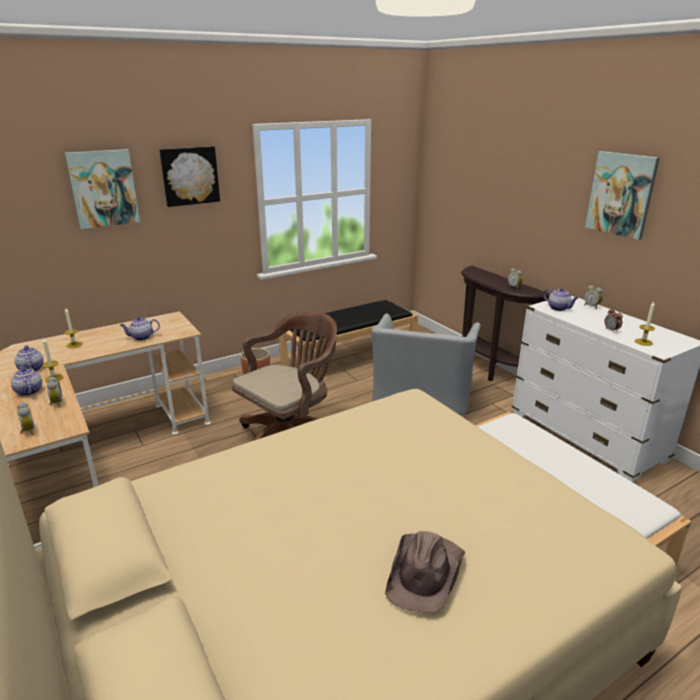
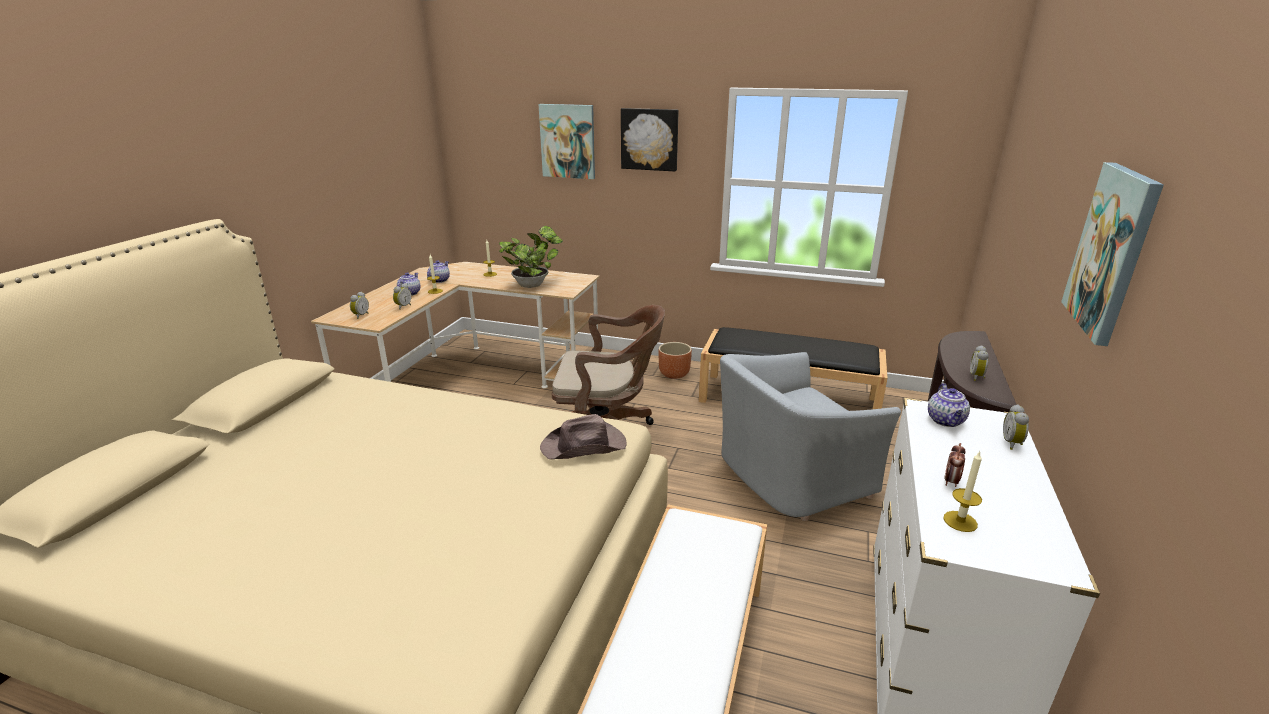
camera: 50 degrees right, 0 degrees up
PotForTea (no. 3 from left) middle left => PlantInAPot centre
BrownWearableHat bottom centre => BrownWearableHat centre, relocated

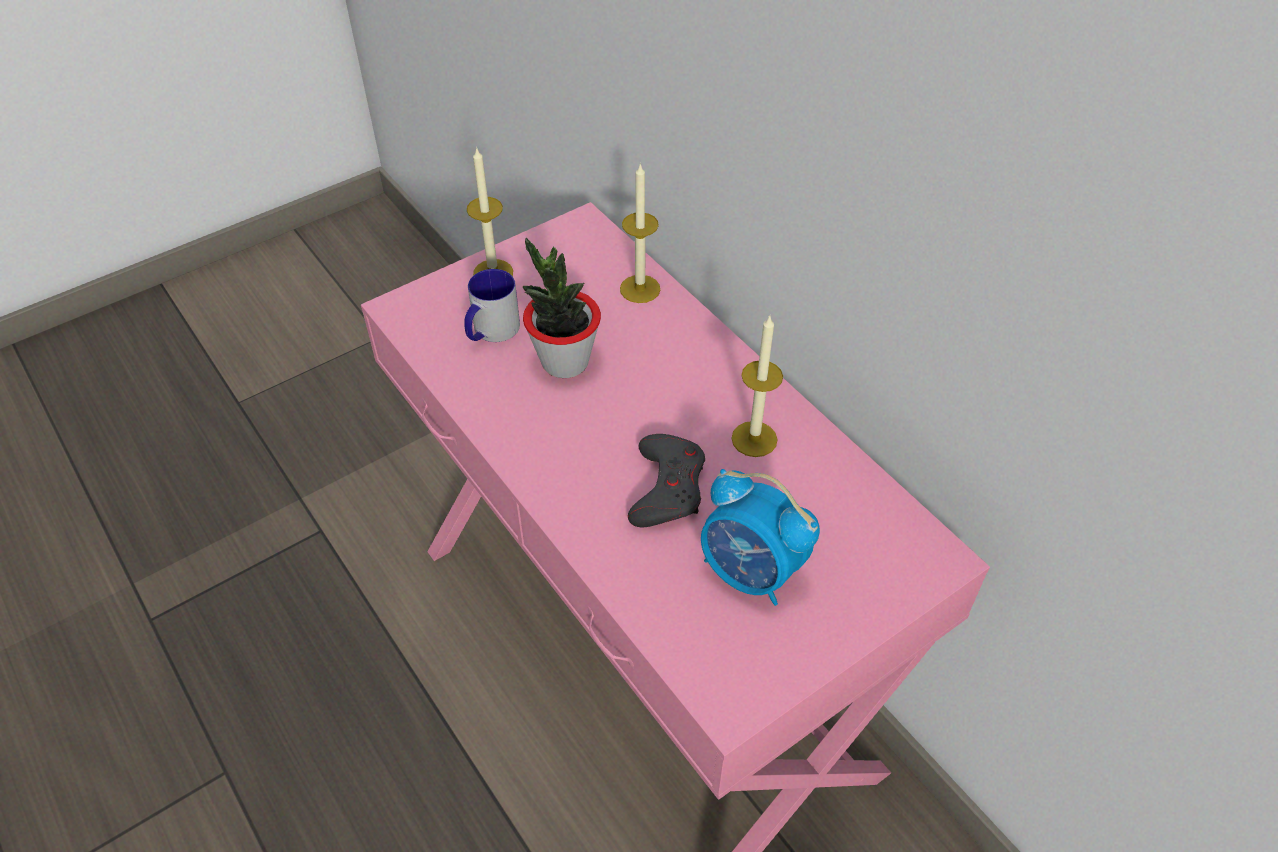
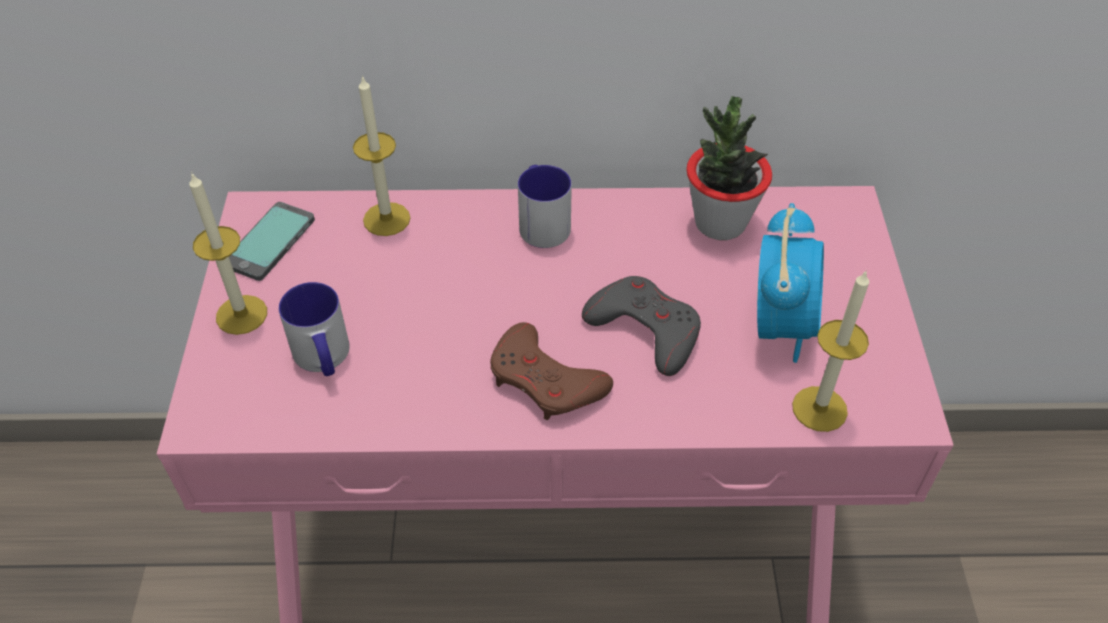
camera: 55 degrees left, 0 degrees up
PlantInAPot centre => PlantInAPot top centre, relocated
WaxCandle (no. 3 from left) centre => WaxCandle (no. 3 from left) middle right, relocated
AlarmClock centre => AlarmClock middle right, 60 degrees counterclockwise
nothing => CoffeeMug (no. 2 from left) top centre
nothing => Handset middle left
nothing => BrownJoypad centre

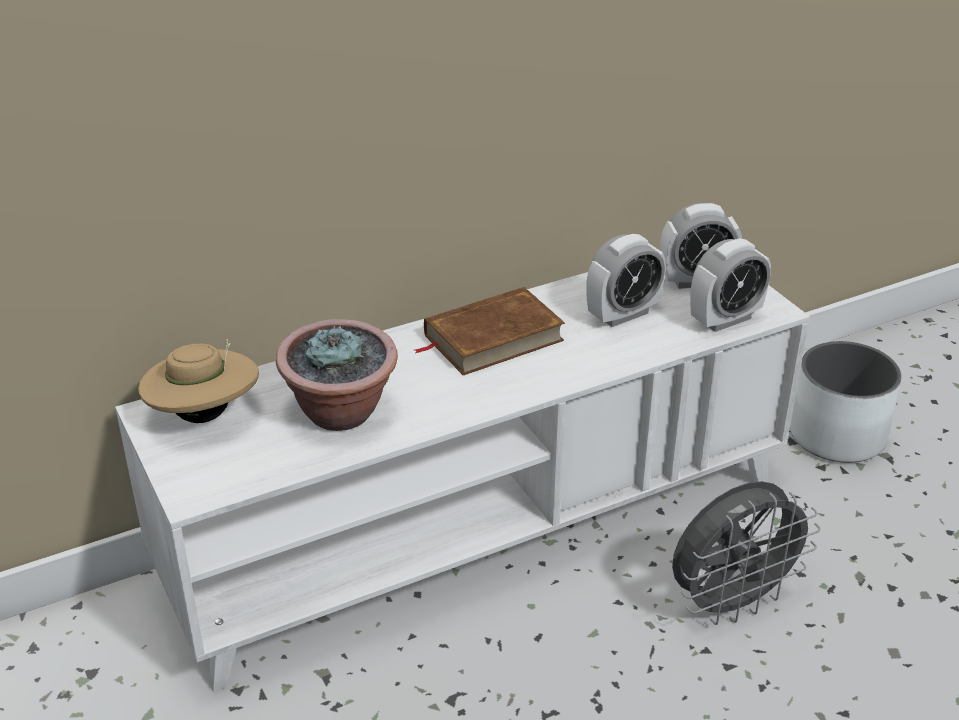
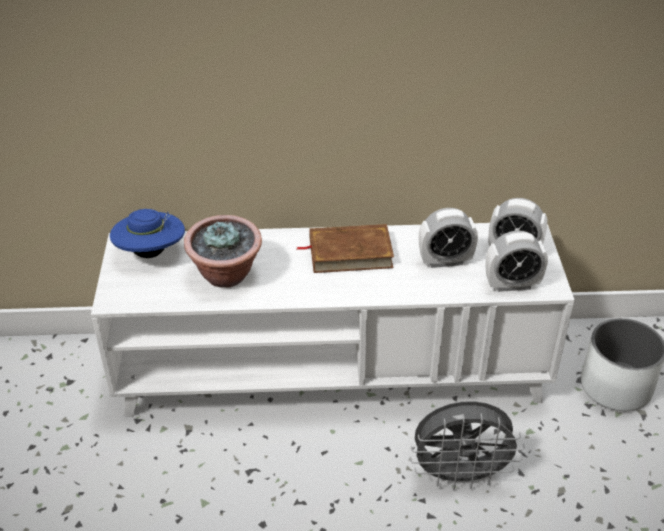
camera: 25 degrees right, 5 degrees up
BeigeColouredWearableHat middle left => BluishWearableHat middle left

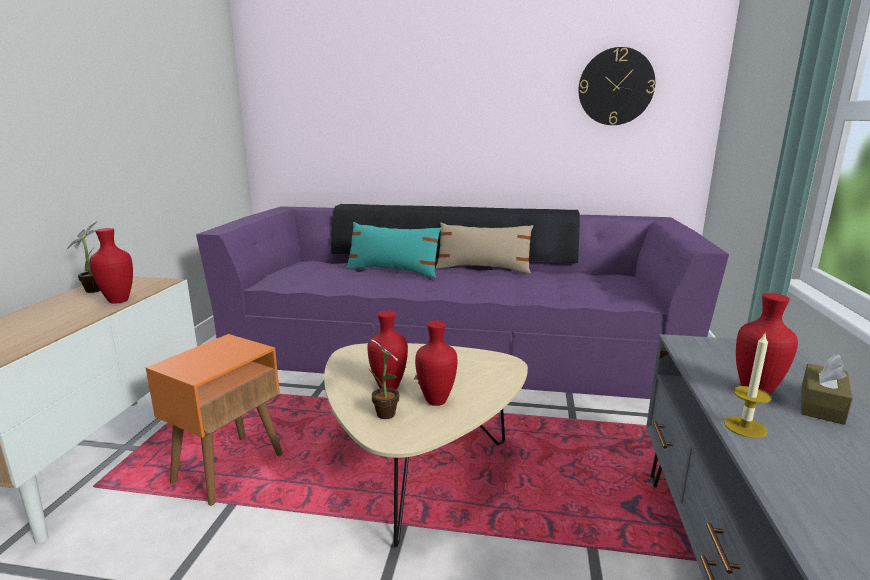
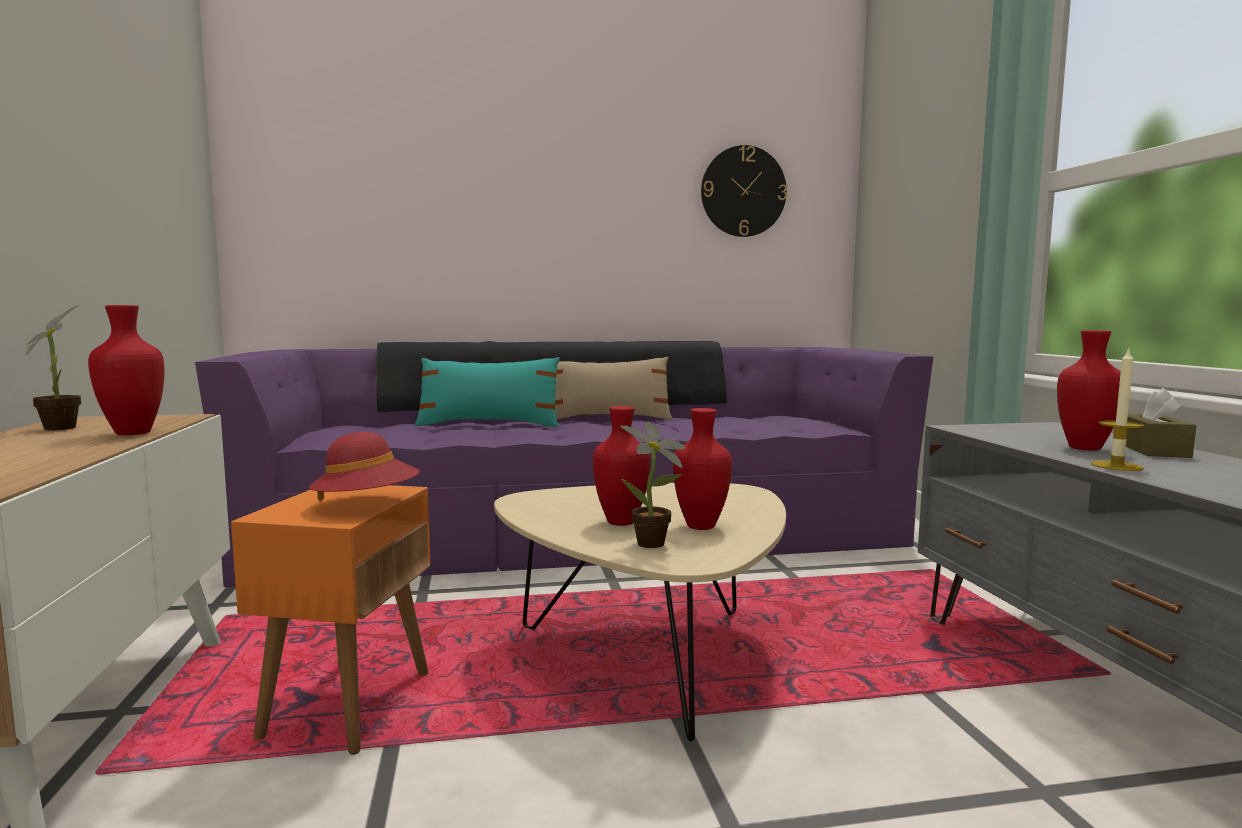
camera: 20 degrees left, 10 degrees down
nothing => RedWearableHat middle left

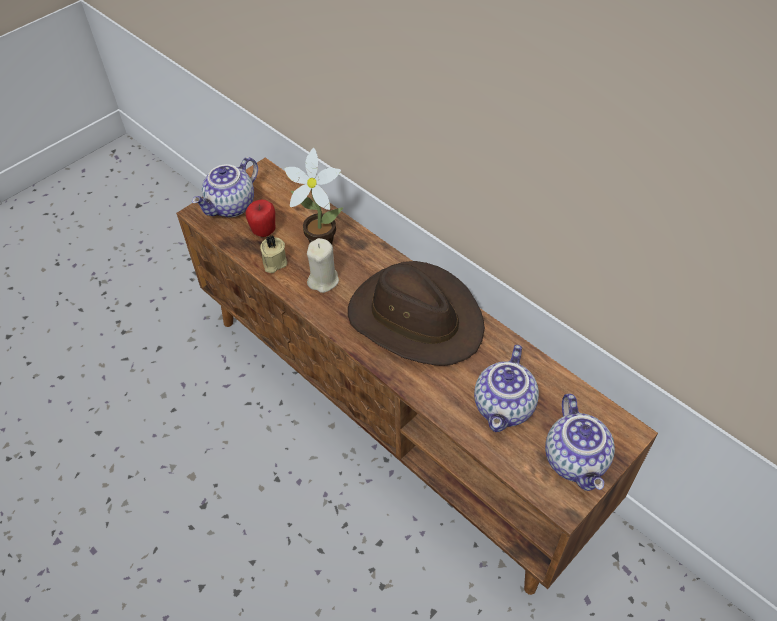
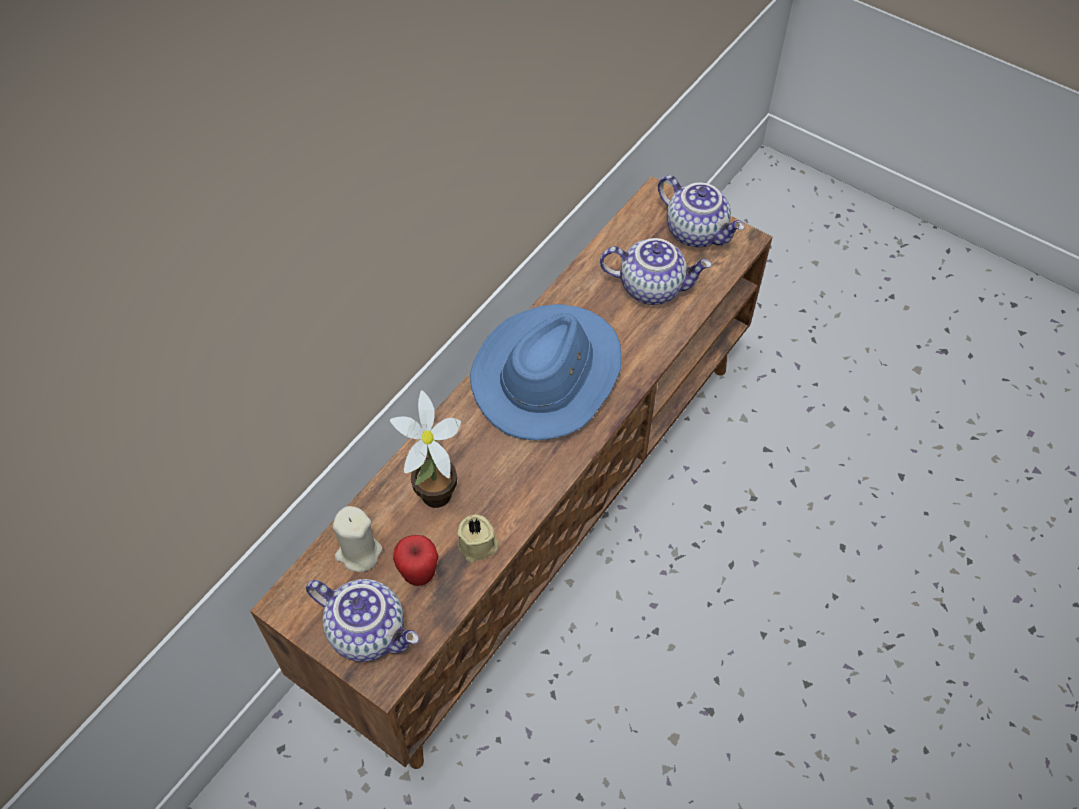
camera: 100 degrees left, 5 degrees up
BeigeColouredWaxCandle (no. 2 from left in the first image) centre => BeigeColouredWaxCandle (no. 1 from left) middle left, relocated
BrownWearableHat centre => BluishWearableHat centre
PotForTea (no. 3 from left) bottom right => PotForTea (no. 3 from left) top centre, 60 degrees clockwise

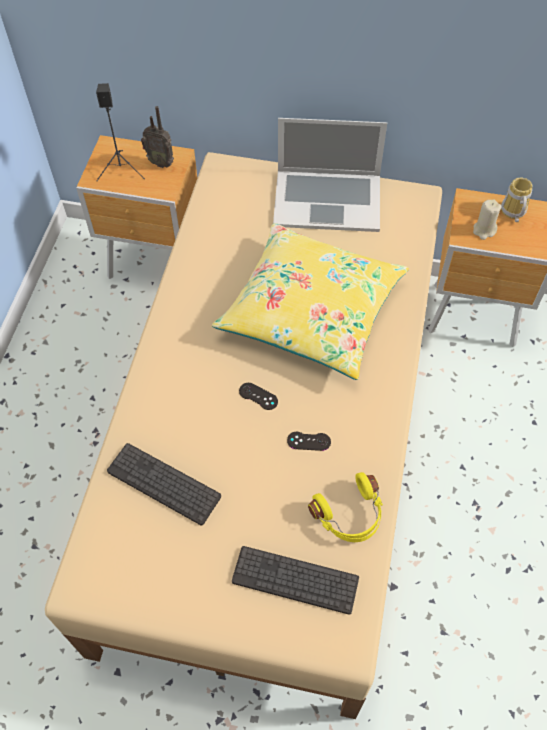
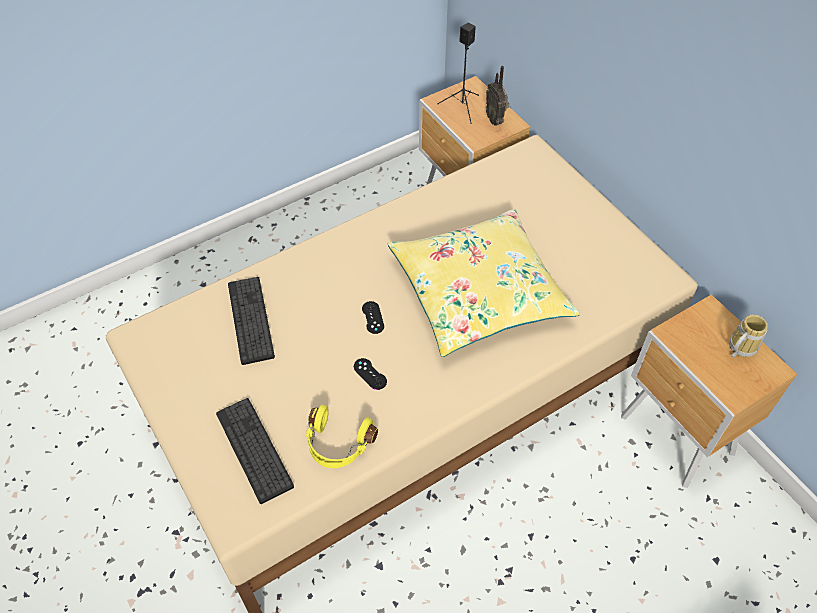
camera: 45 degrees right, 5 degrees down
NotebookComputer top centre => nothing
BeigeColouredWaxCandle top right => nothing

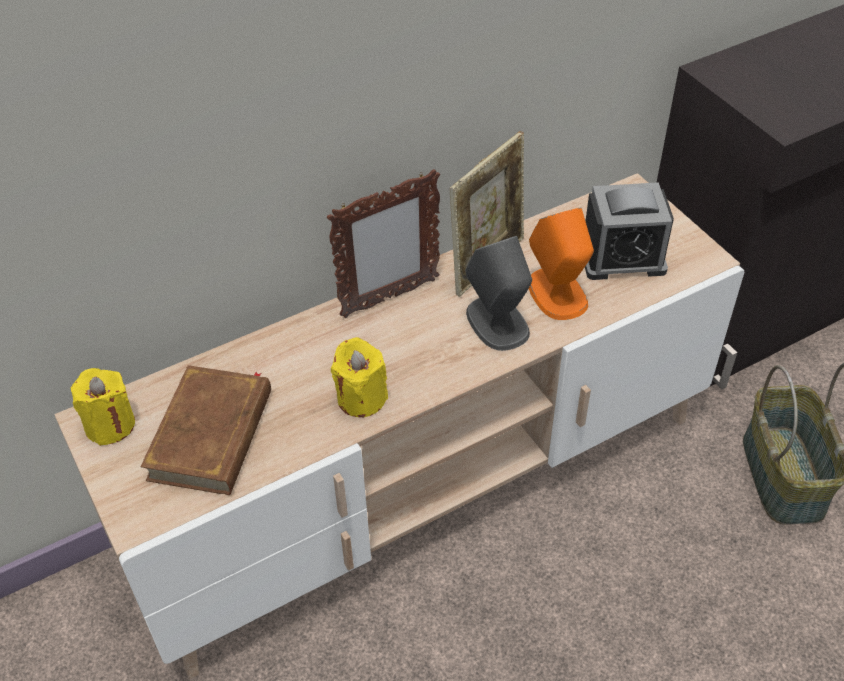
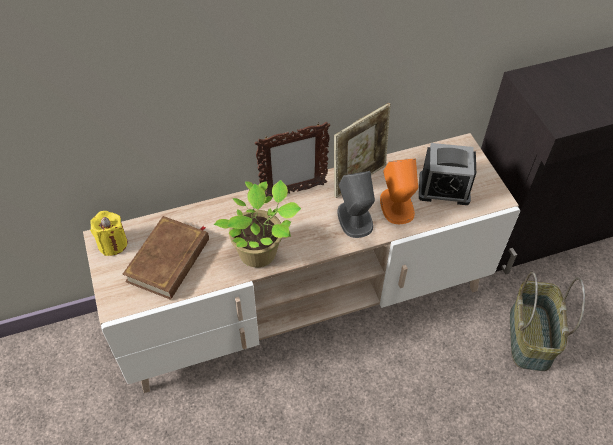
camera: 10 degrees right, 5 degrees up
YellowColouredWaxCandle (no. 2 from left) centre => PlantInAPot centre

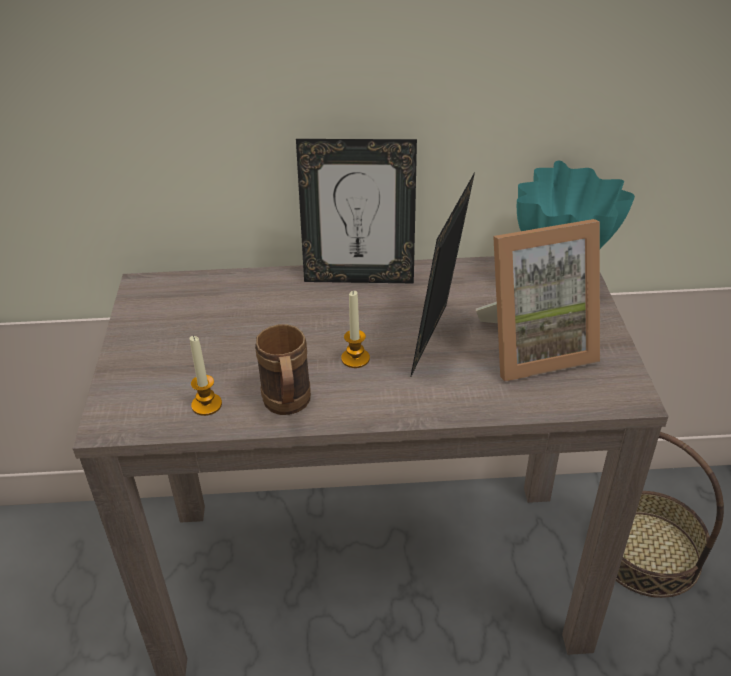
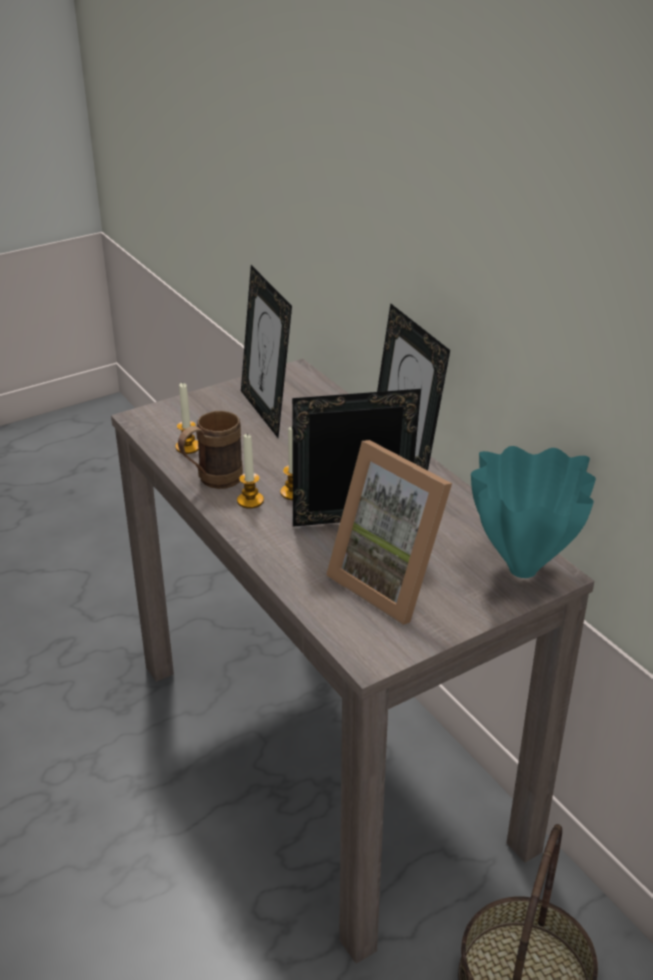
camera: 60 degrees right, 5 degrees down
nothing => PhotoFrame (no. 1 from left) centre
nothing => WaxCandle (no. 2 from left) centre

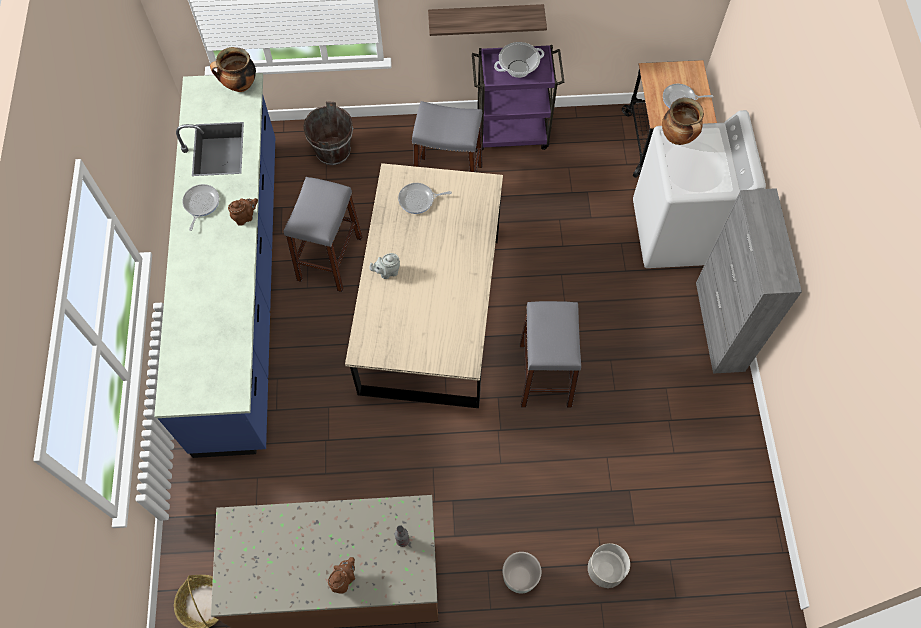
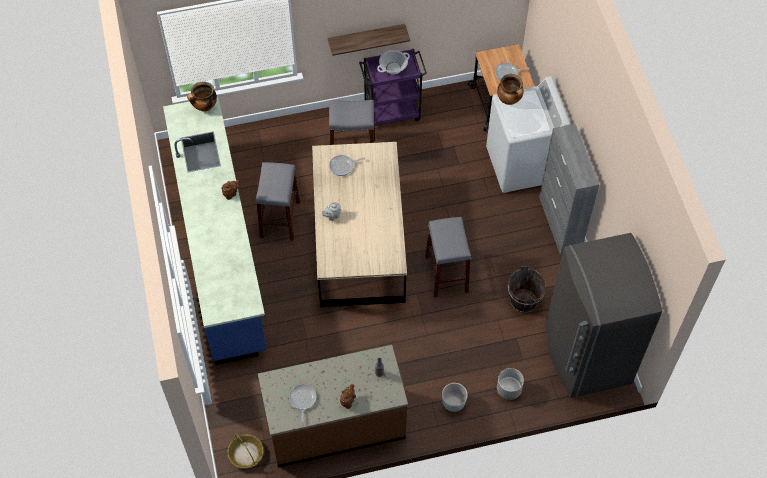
camera: 10 degrees left, 5 degrees down
BrownPail top centre => BrownPail middle right, relocated
Skillet (no. 1 from left) top left => Skillet (no. 1 from left) bottom centre, relocated
nothing => GrayRefrigerator middle right

